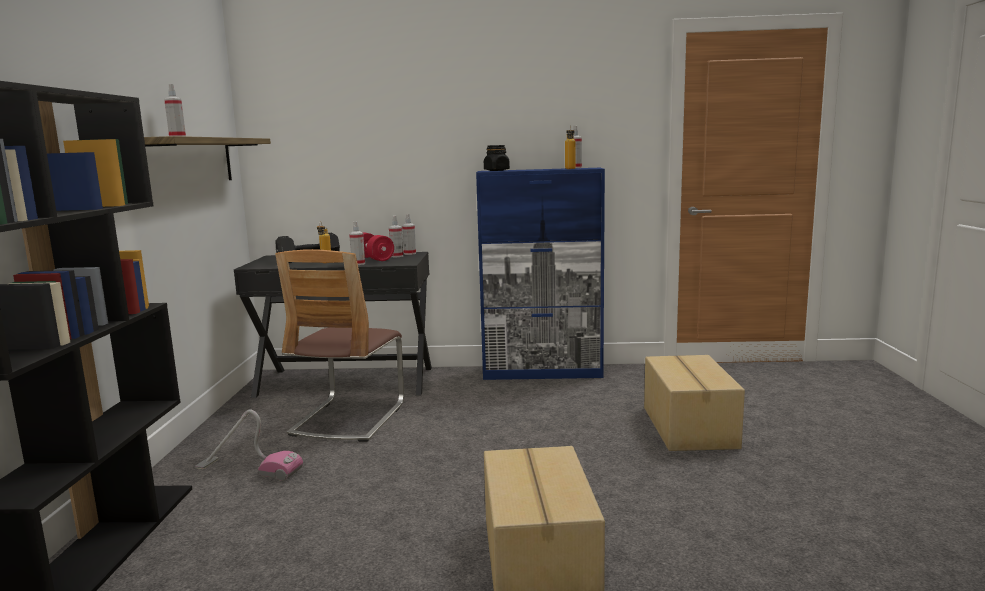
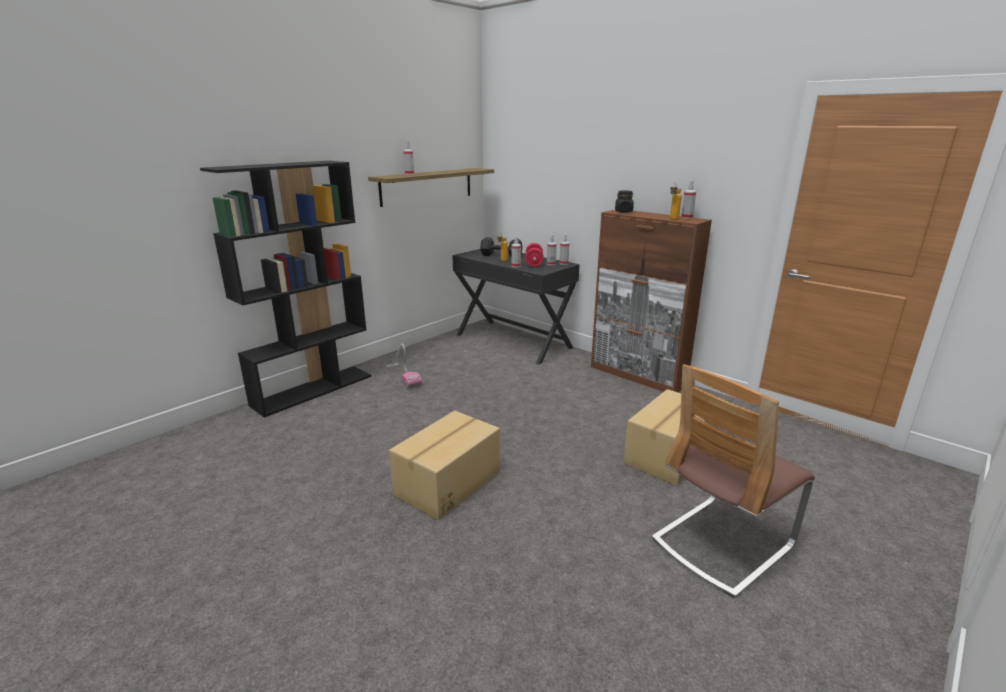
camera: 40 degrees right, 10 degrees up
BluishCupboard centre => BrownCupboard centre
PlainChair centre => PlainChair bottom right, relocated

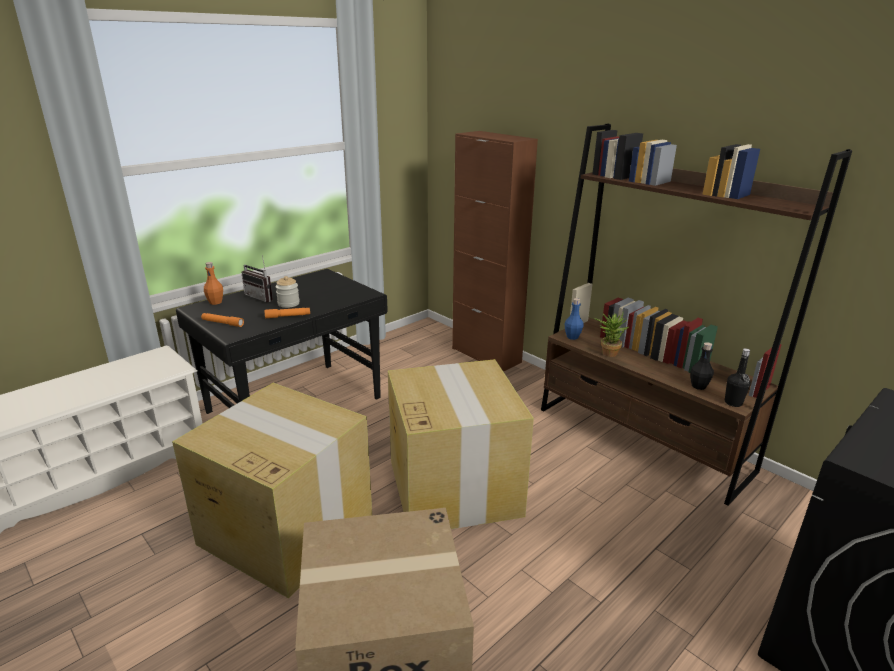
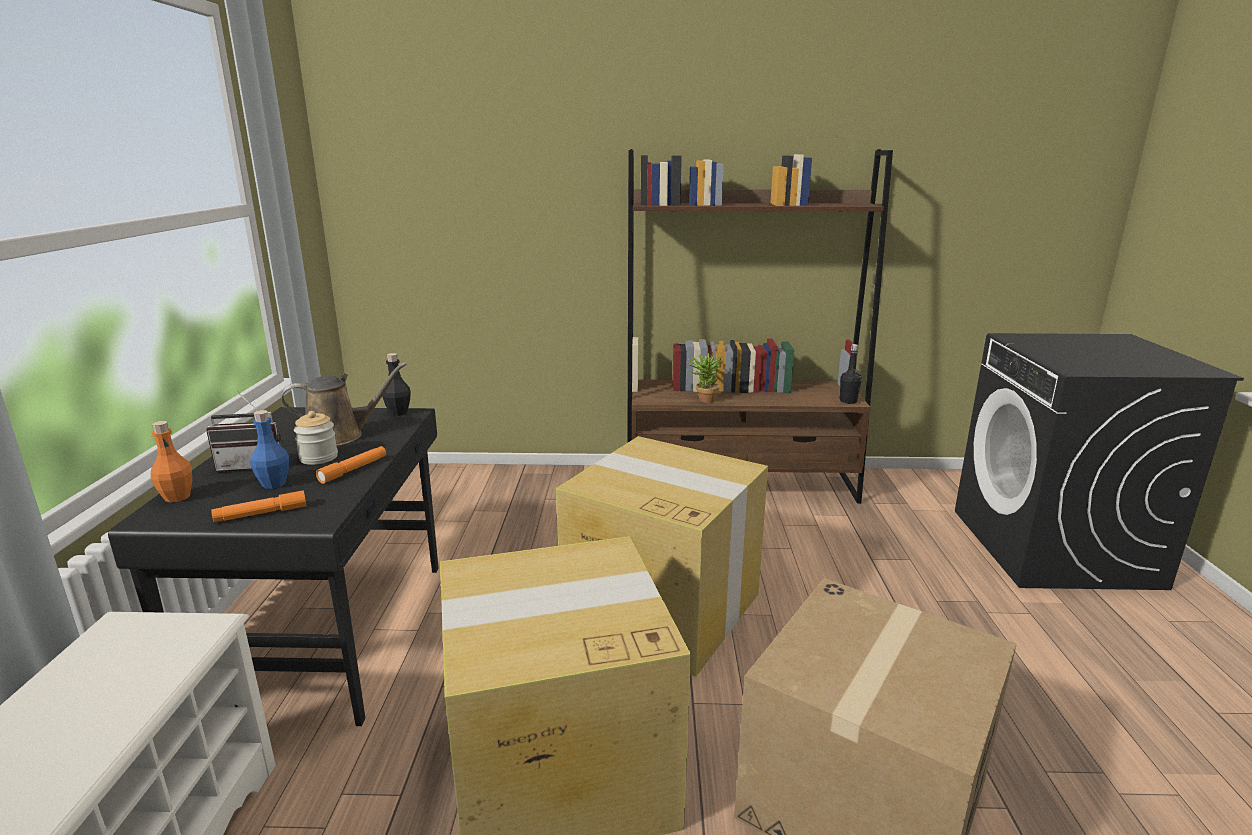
camera: 45 degrees left, 5 degrees down
BrownCupboard centre => nothing
BluishBottle centre => BluishBottle middle left, relocated
BlackColouredBottle (no. 1 from left) middle right => BlackColouredBottle (no. 1 from left) middle left, relocated
nothing => BrownWateringPot middle left

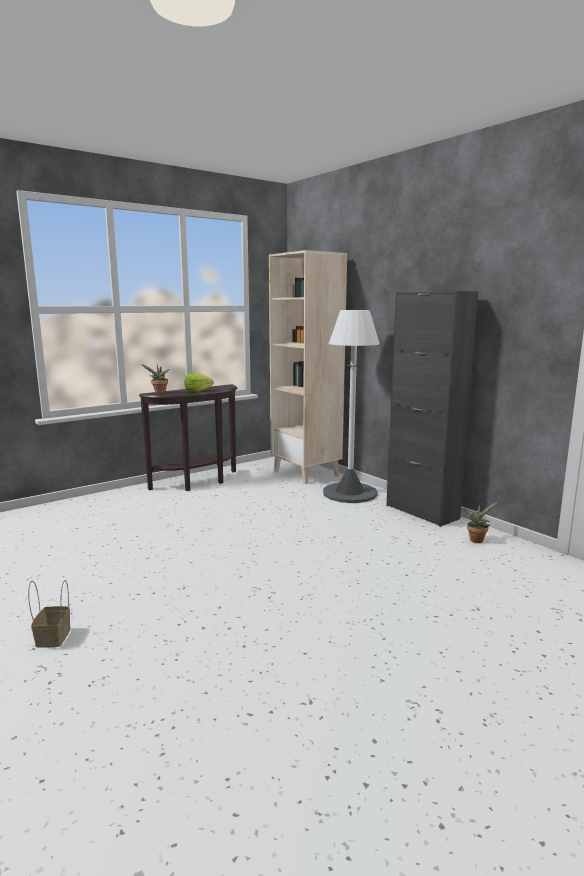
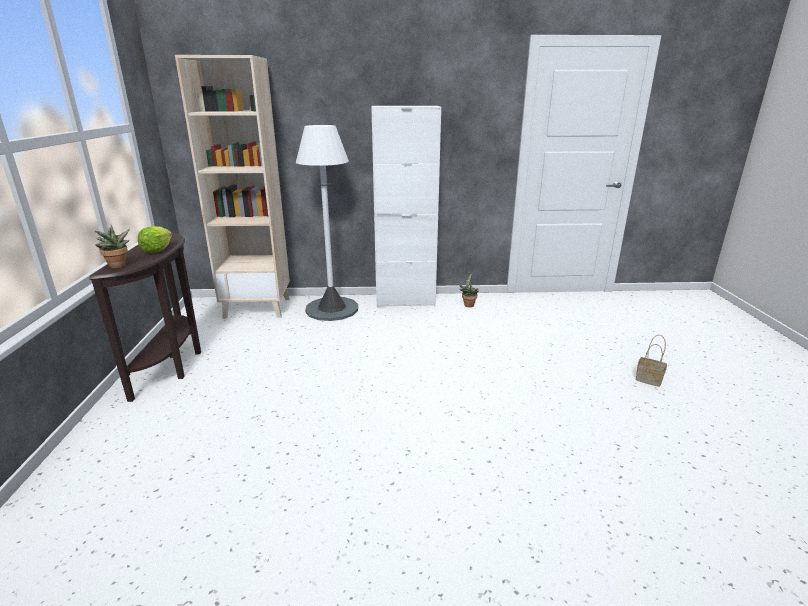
camera: 55 degrees left, 10 degrees up
BlackColouredCupboard middle right => WhitishCupboard centre
HouseholdBasket bottom left => HouseholdBasket middle right, relocated

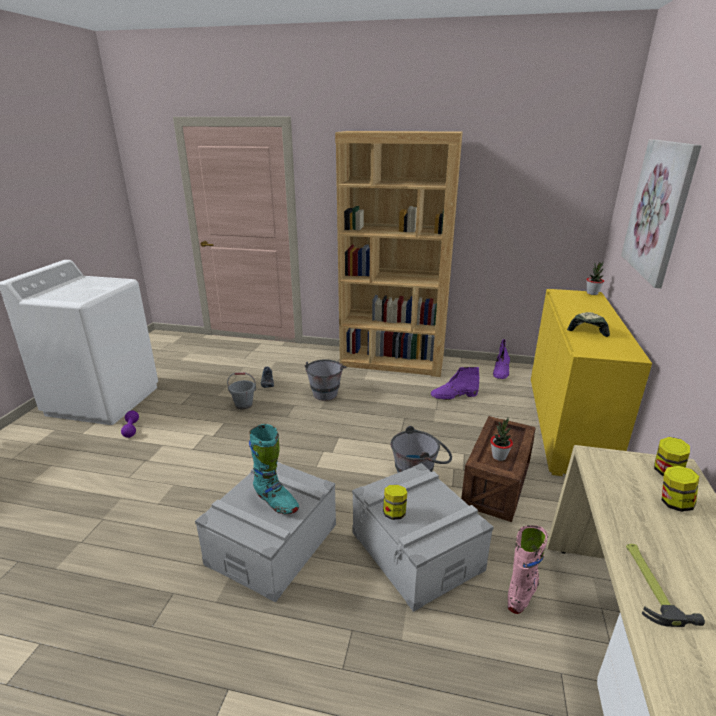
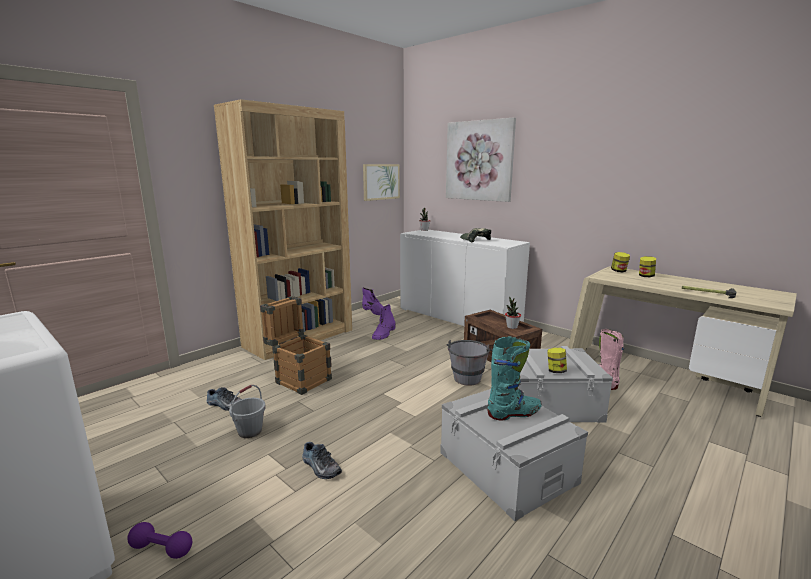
camera: 60 degrees left, 10 degrees down
YellowColouredCupboard middle right => WhitishCupboard centre
GrayPail (no. 2 from left) centre => PackingCrate (no. 1 from left) centre
nothing => WallArt (no. 1 from left) top centre
nothing => ItemOfFootwear (no. 2 from left) bottom centre

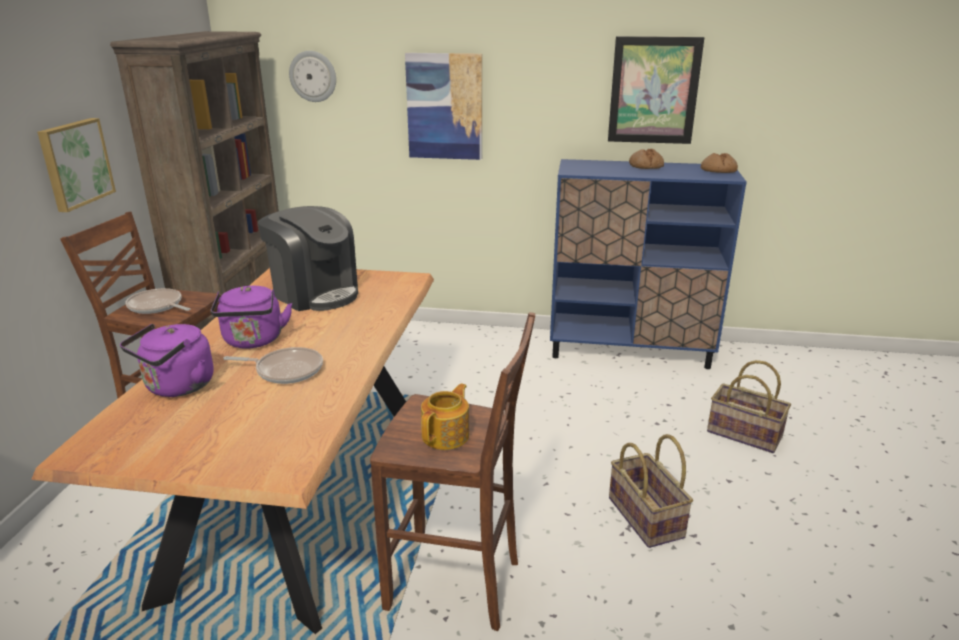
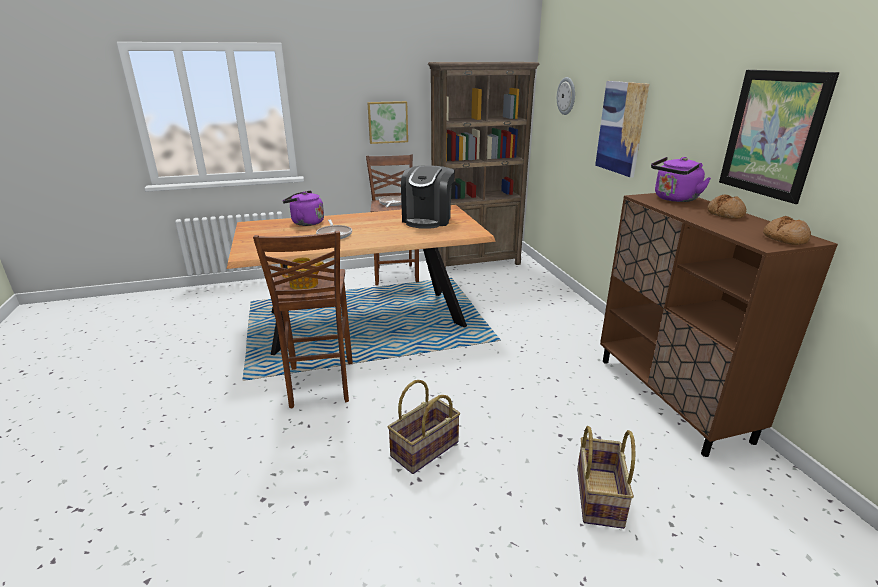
camera: 65 degrees right, 0 degrees up
BluishCupboard middle right => BrownCupboard middle right
PurpleKettle (no. 2 from left) middle left => PurpleKettle (no. 2 from left) top right, relocated

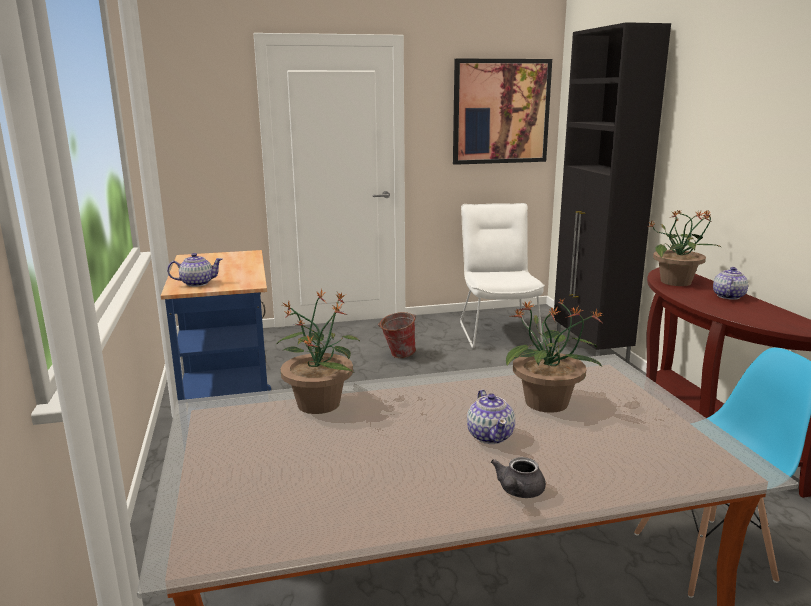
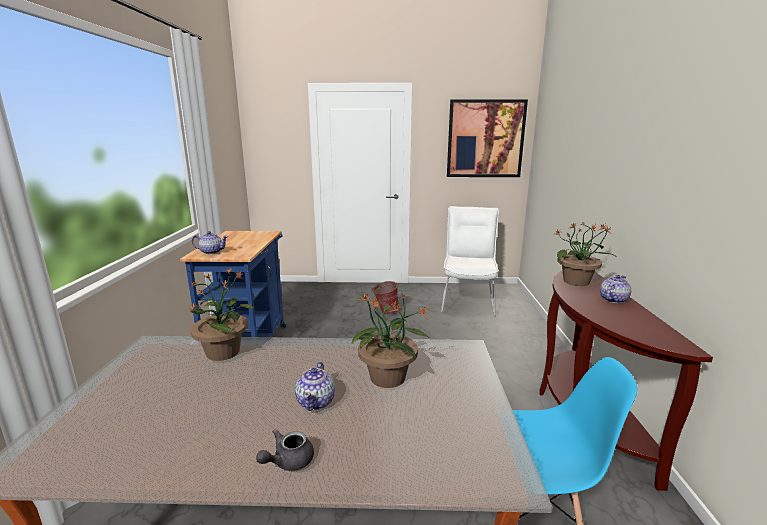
camera: 15 degrees right, 0 degrees up
BlackColouredCupboard top right => nothing

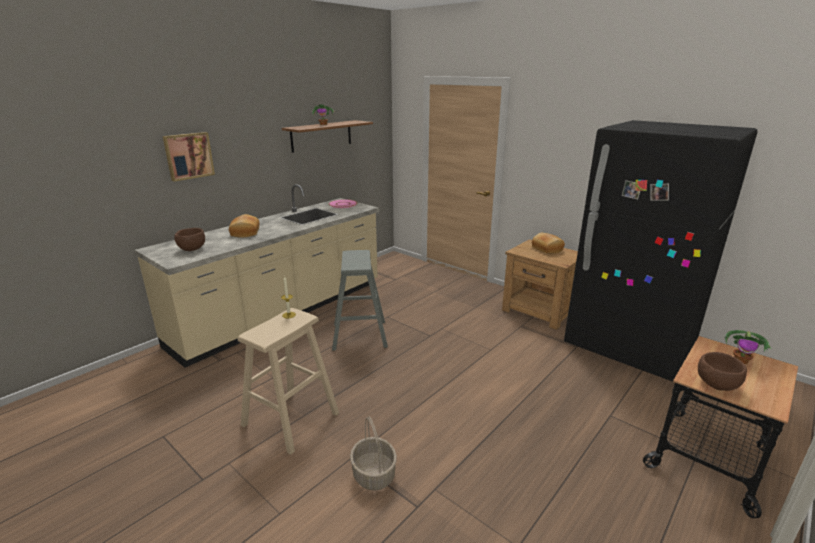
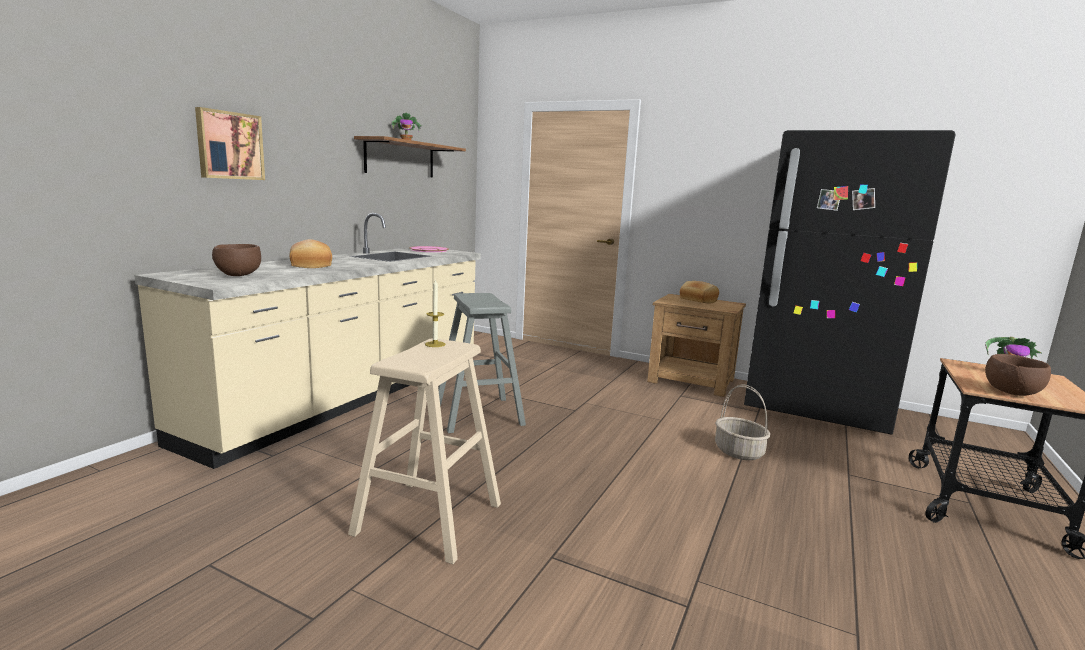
camera: 15 degrees left, 10 degrees down
HouseholdBasket bottom centre => HouseholdBasket middle right, relocated

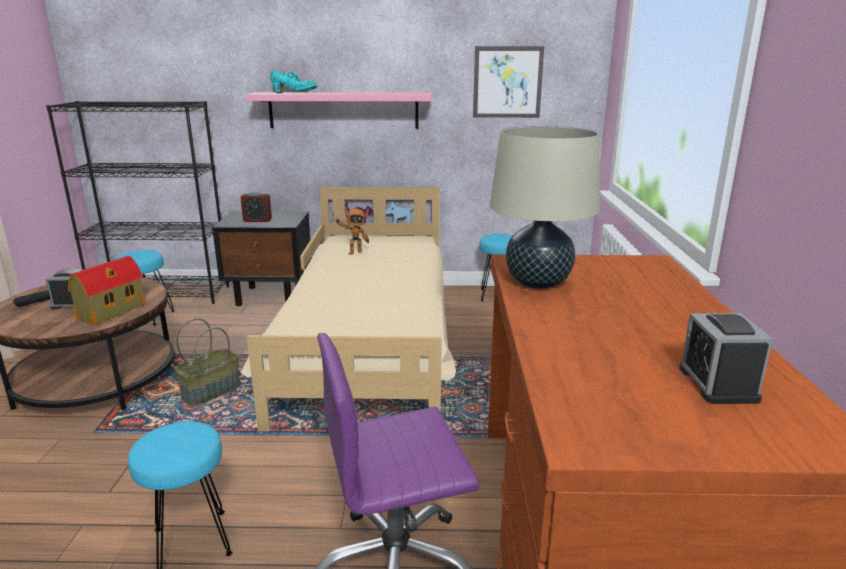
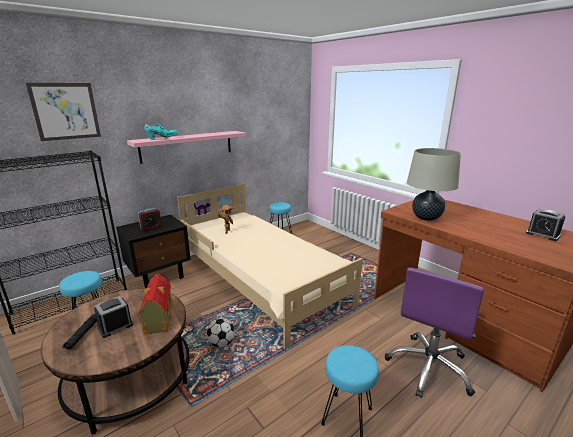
camera: 40 degrees left, 0 degrees up
WallArt top centre => WallArt top left, relocated
HouseholdBasket middle left => FootballBall bottom centre

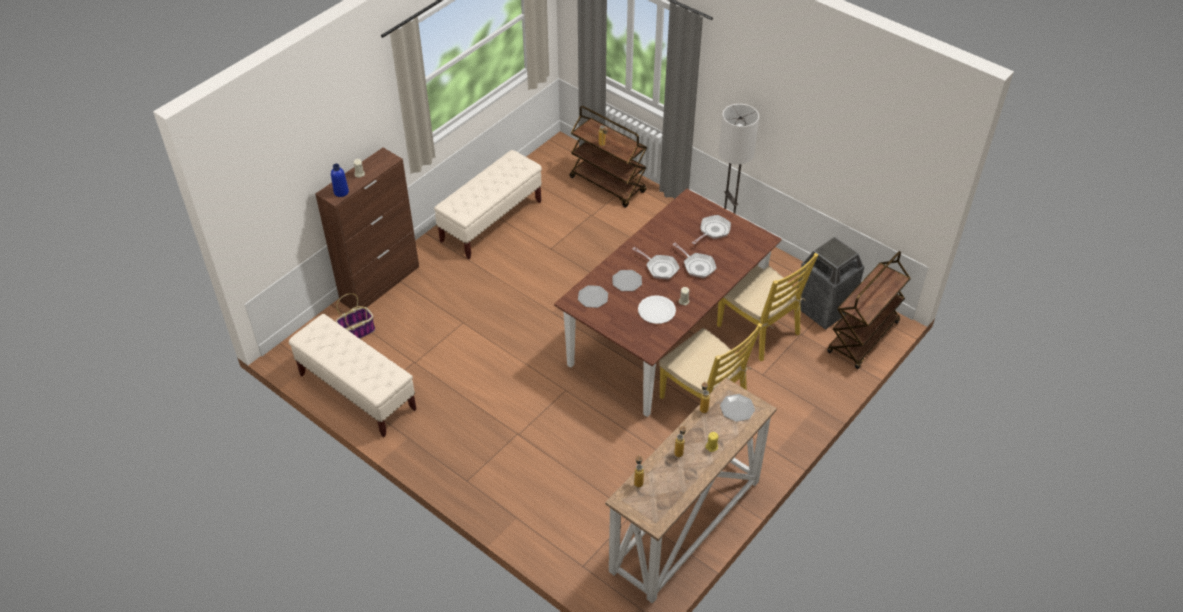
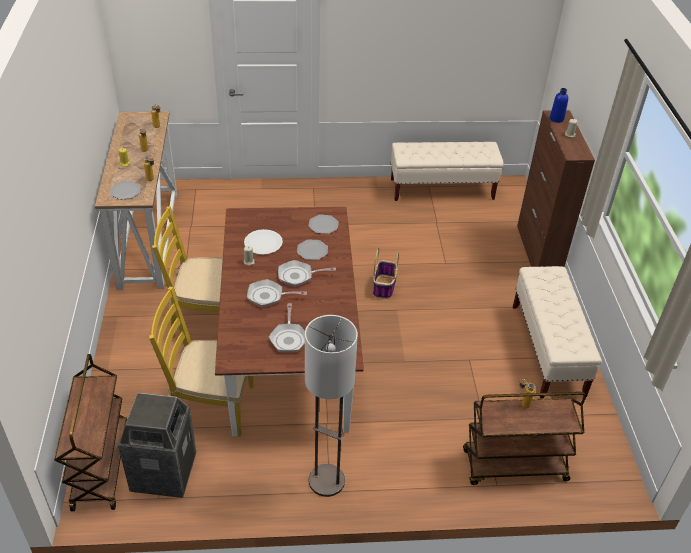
camera: 135 degrees right, 5 degrees down
HouseholdBasket middle left => HouseholdBasket centre, relocated

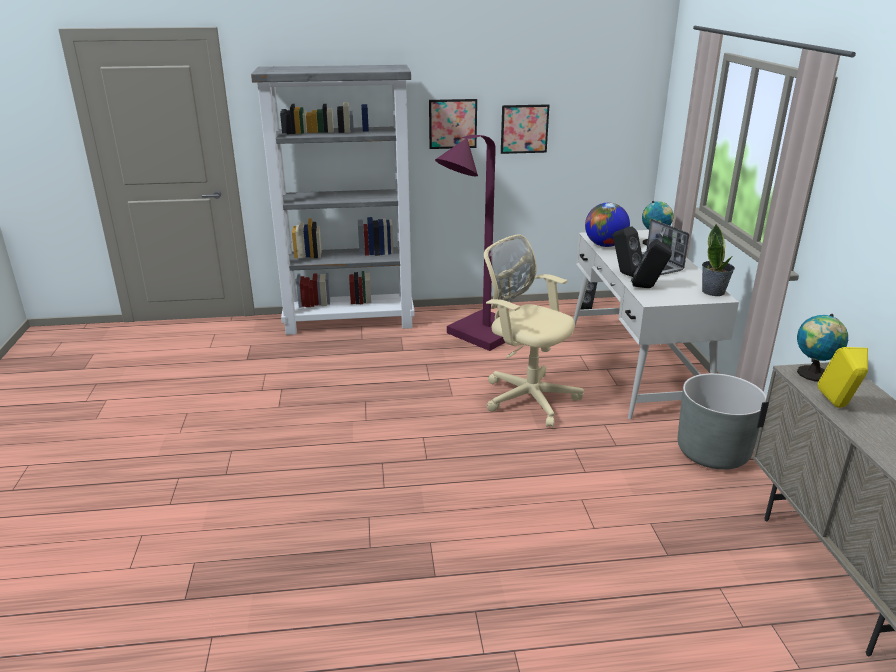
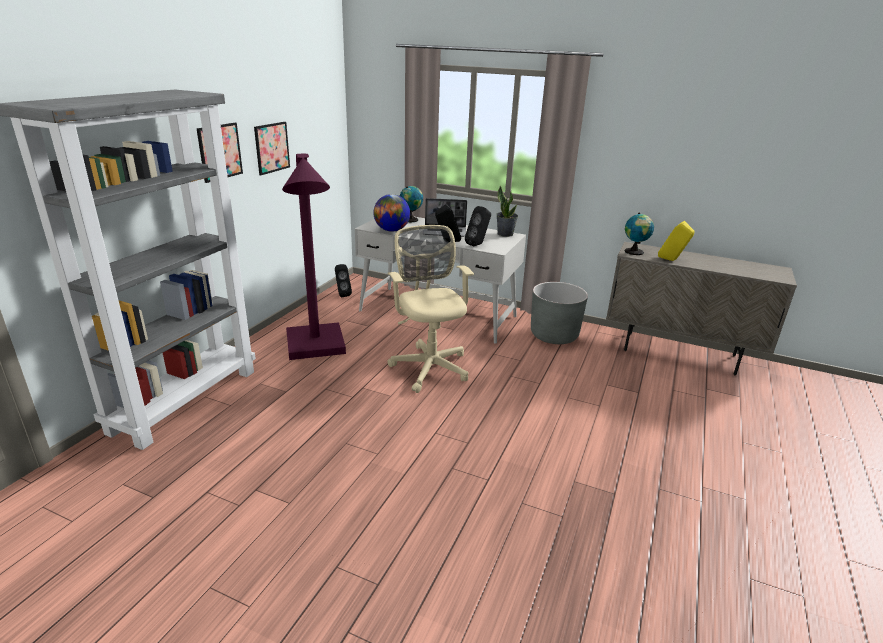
camera: 60 degrees left, 0 degrees up
BeigeColouredDeskChair centre, 90 degrees clockwise

